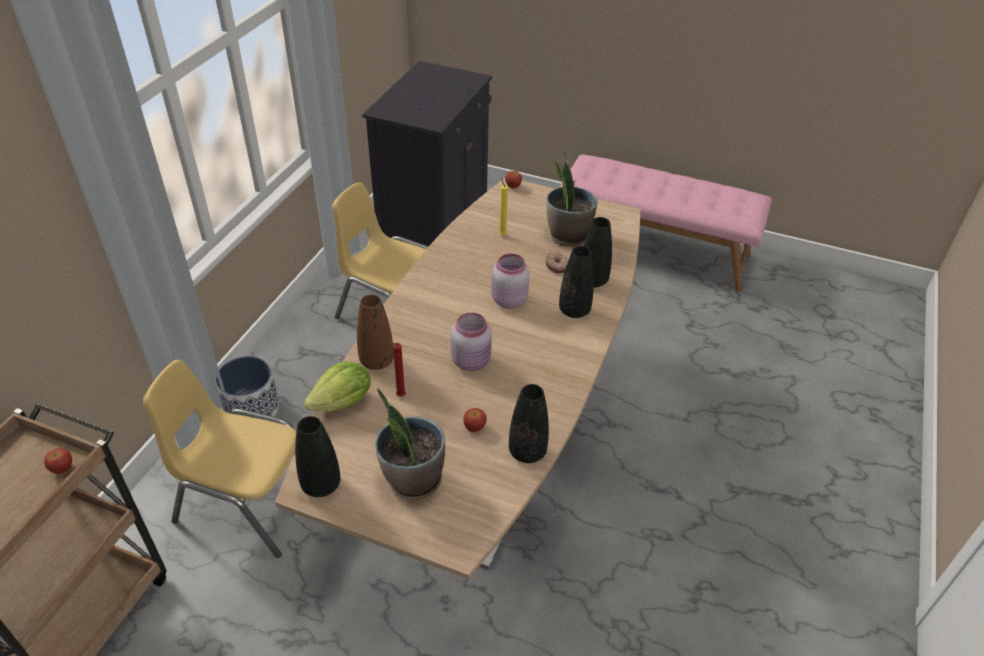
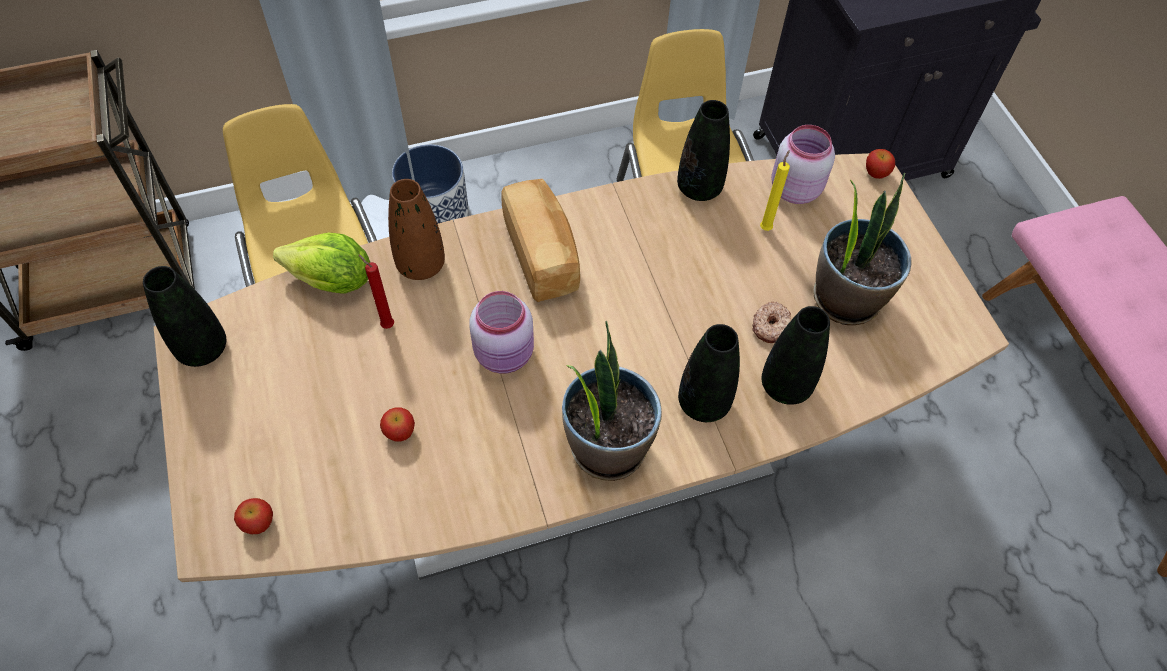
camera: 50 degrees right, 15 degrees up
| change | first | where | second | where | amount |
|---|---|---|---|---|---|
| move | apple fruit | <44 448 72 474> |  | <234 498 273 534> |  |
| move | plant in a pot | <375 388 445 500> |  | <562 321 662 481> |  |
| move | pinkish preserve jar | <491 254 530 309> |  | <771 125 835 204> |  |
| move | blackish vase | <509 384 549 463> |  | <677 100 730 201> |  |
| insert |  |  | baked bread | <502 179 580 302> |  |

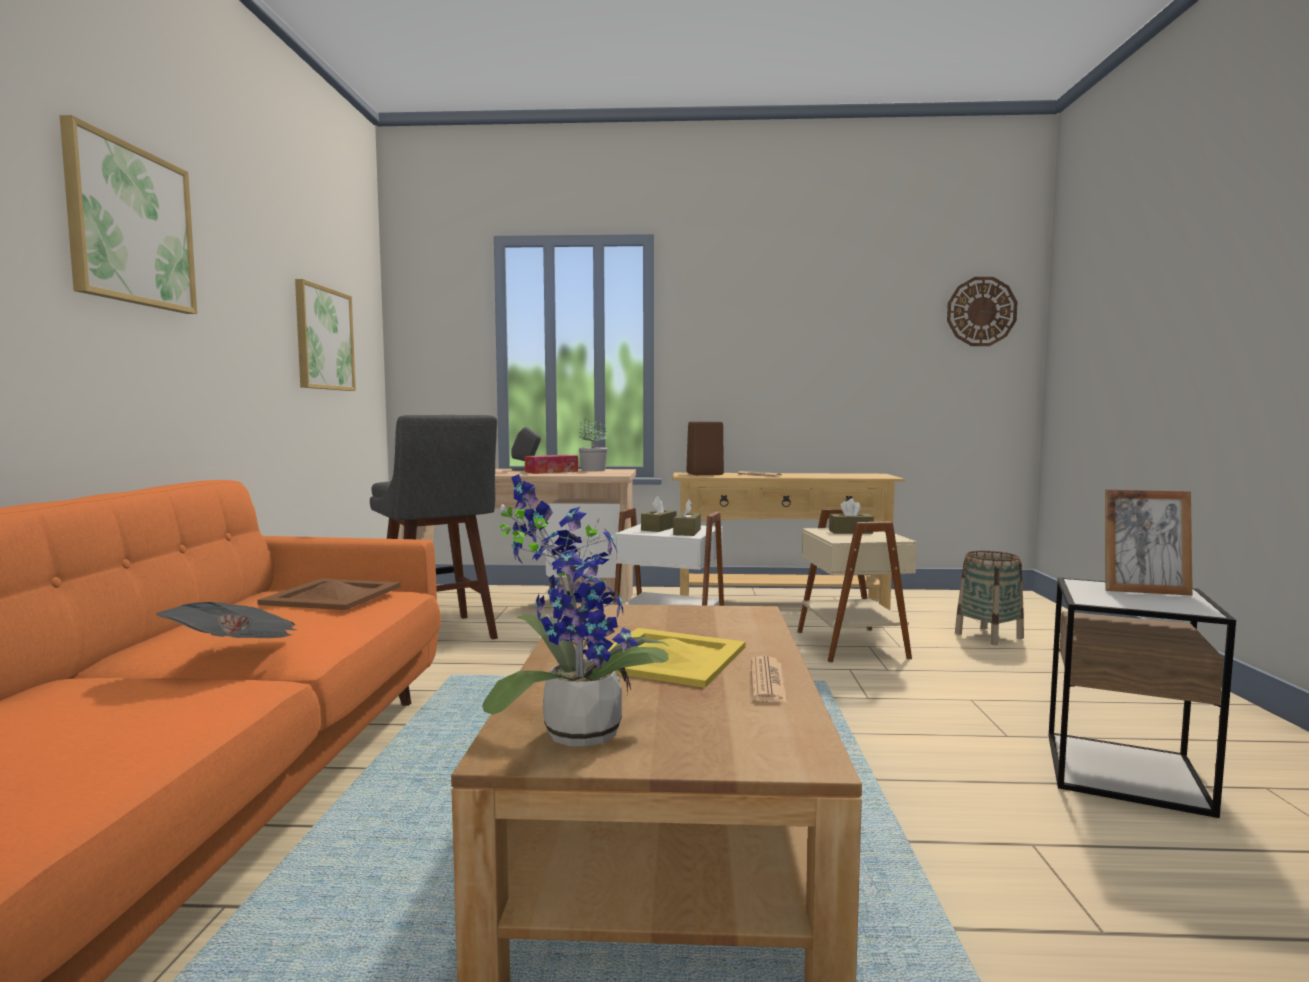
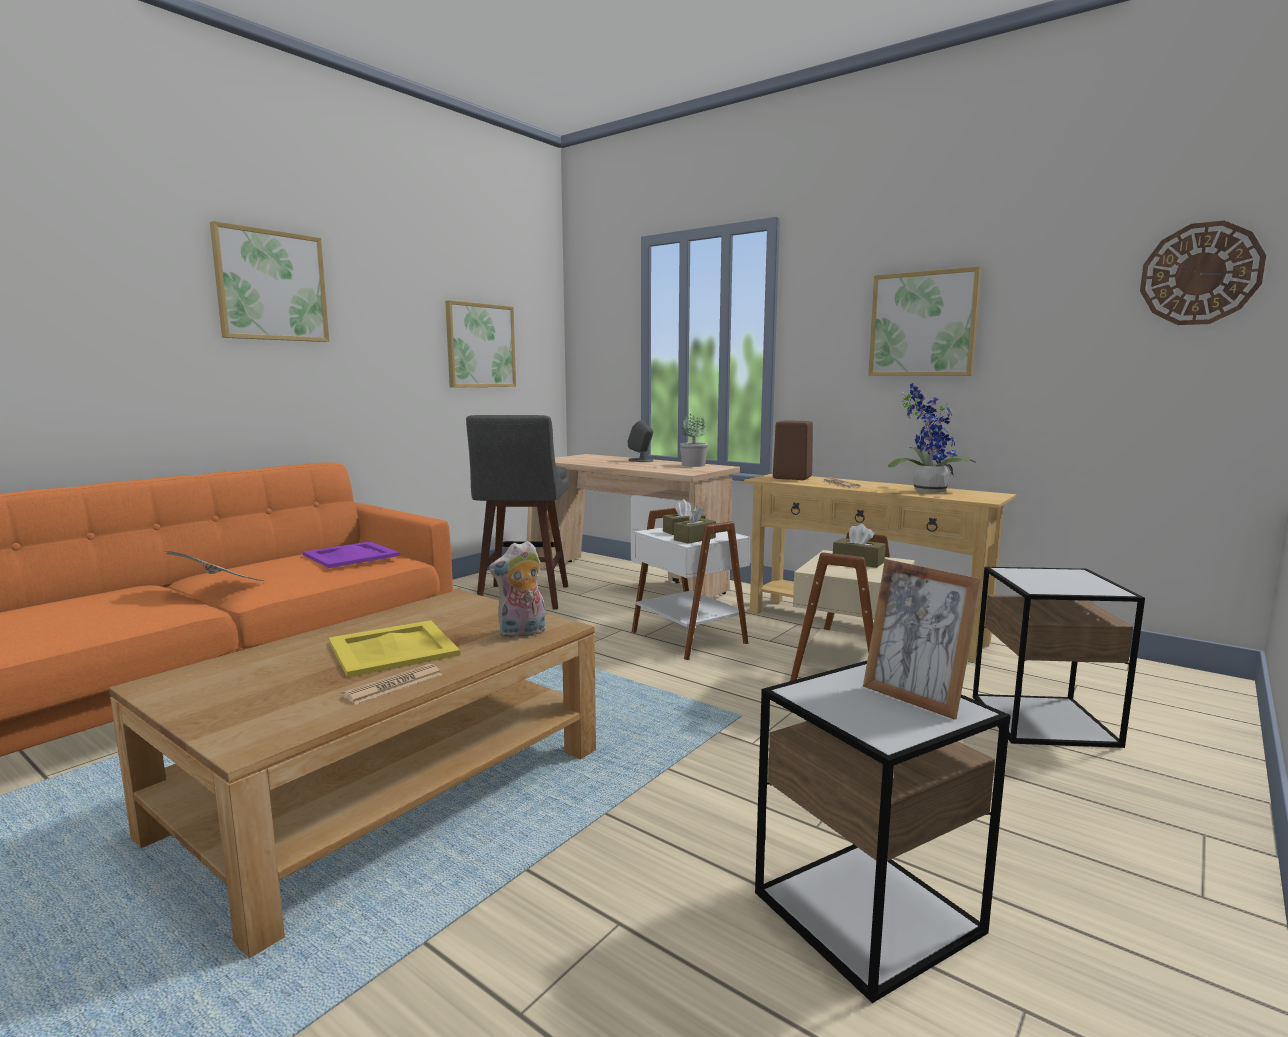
camera: 35 degrees right, 5 degrees up
| change | first | where | second | where | amount |
|---|---|---|---|---|---|
| recolor | brownish carrying tray | <257 578 401 610> | purplish carrying tray | <303 541 400 568> |  |
| move | plant in a pot | <482 474 669 746> |  | <888 383 975 493> |  |
| delete | tissue holder | <525 455 578 474> |  |  |  |
| replace | basket | <955 551 1024 645> | accent table | <973 567 1145 748> |  |
| insert |  |  | soft toy | <489 540 545 638> |  |
| insert |  |  | picture | <868 267 981 376> |  |

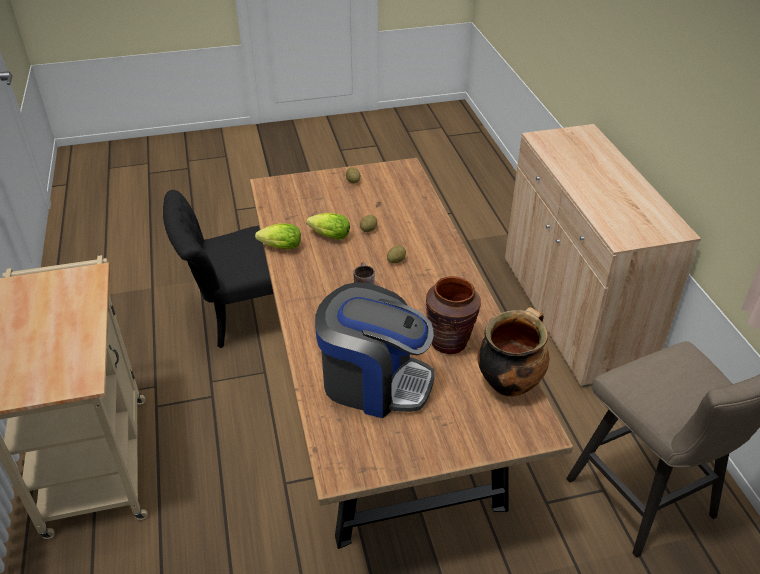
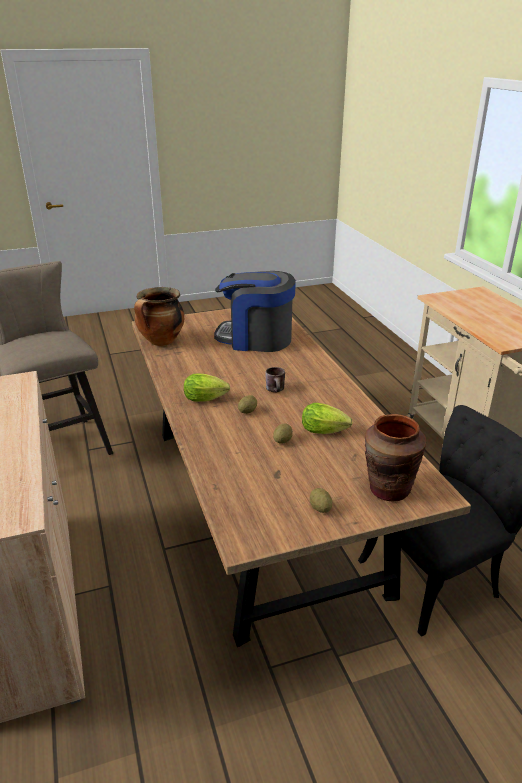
camera: 175 degrees right, 10 degrees down
| change | first | where | second | where | amount |
|---|---|---|---|---|---|
| move | lettuce head | <255 224 301 249> |  | <184 373 230 402> |  |
| move | brownish vase | <426 276 481 354> |  | <365 414 426 502> |  |

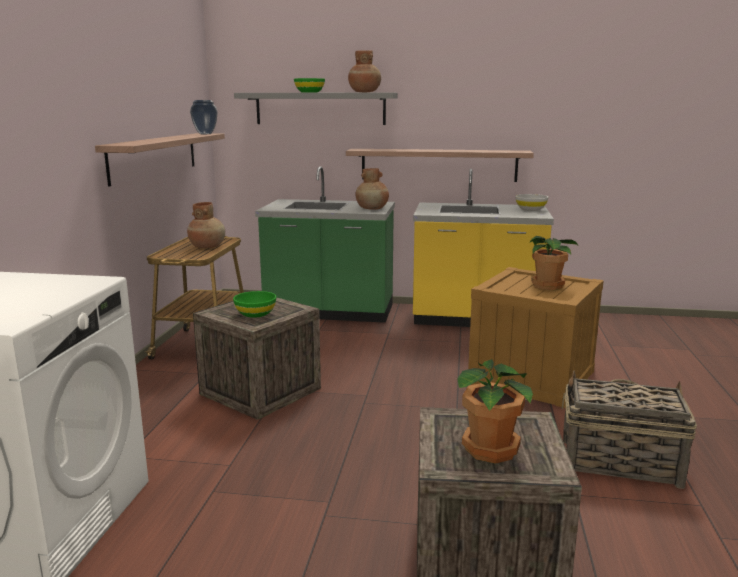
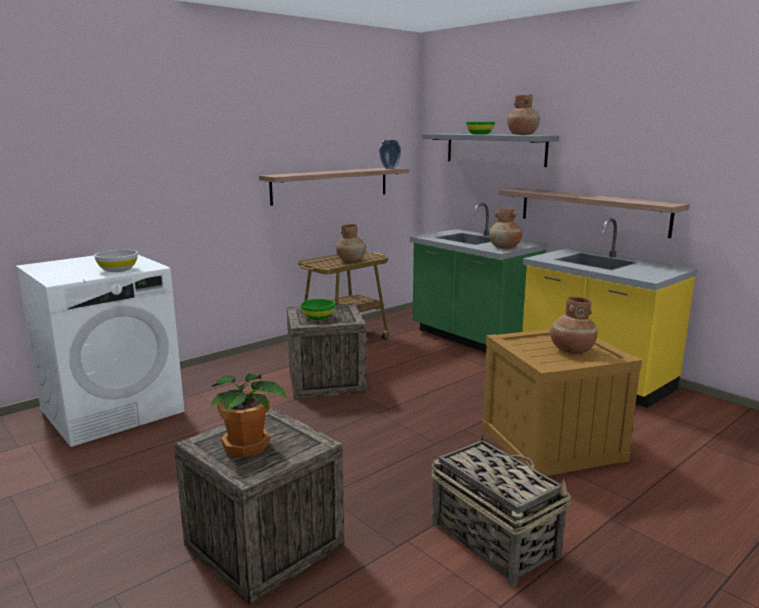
camera: 40 degrees right, 0 degrees up
| change | first | where | second | where | amount |
|---|---|---|---|---|---|
| move | white-coloured serving bowl | <516 194 548 211> |  | <94 250 138 272> |  |
| replace | plant in a pot | <530 236 578 290> | brownish vase | <550 297 597 354> |  |

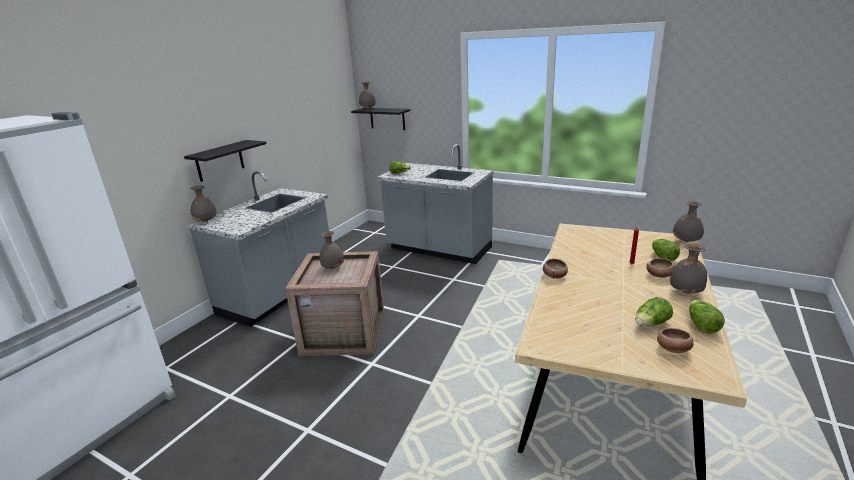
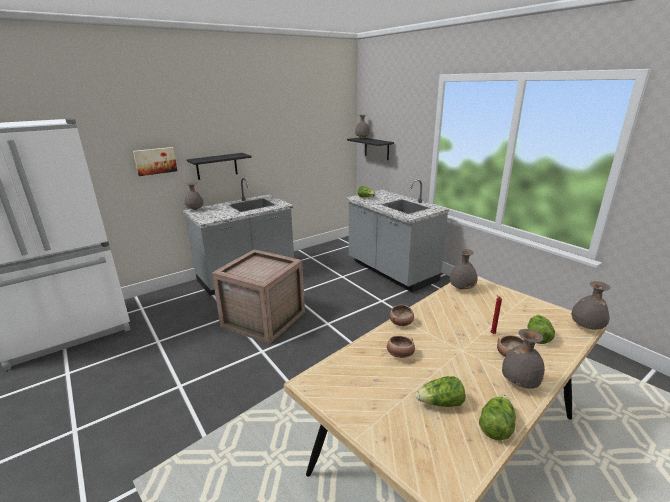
camera: 25 degrees right, 0 degrees up
| change | first | where | second | where | amount |
|---|---|---|---|---|---|
| move | gray vase | <319 231 344 269> |  | <450 249 478 290> |  |
| move | serving bowl | <657 328 694 353> |  | <387 336 415 358> |  |
| insert |  |  | picture | <133 147 177 176> |  |

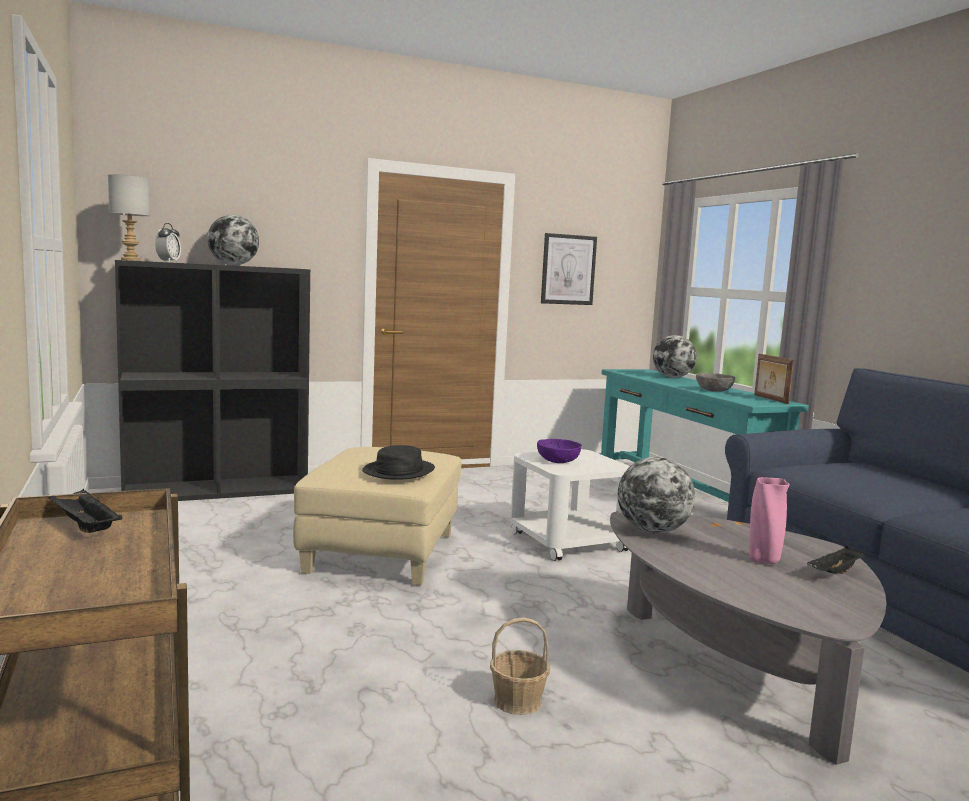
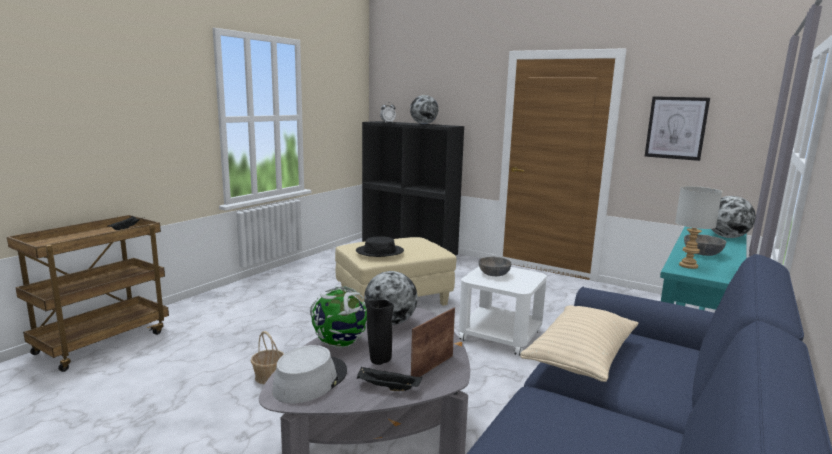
camera: 55 degrees right, 5 degrees up
| change | first | where | second | where | amount |
|---|---|---|---|---|---|
| move | gray table lamp | <108 174 150 261> |  | <675 186 722 269> |  |
| recolor | purplish serving bowl | <537 439 582 463> | gray serving bowl | <478 256 512 276> |  |
| recolor | pinkish vase | <749 477 790 564> | blackish vase | <367 299 394 365> |  |
| move | picture frame | <754 354 794 404> |  | <411 308 455 377> |  |
| insert |  |  | gray clothing hat | <272 345 347 404> |  |
| insert |  |  | desk globe | <310 286 367 348> |  |
| insert |  |  | beige-coloured throw pillow | <520 305 639 382> |  |

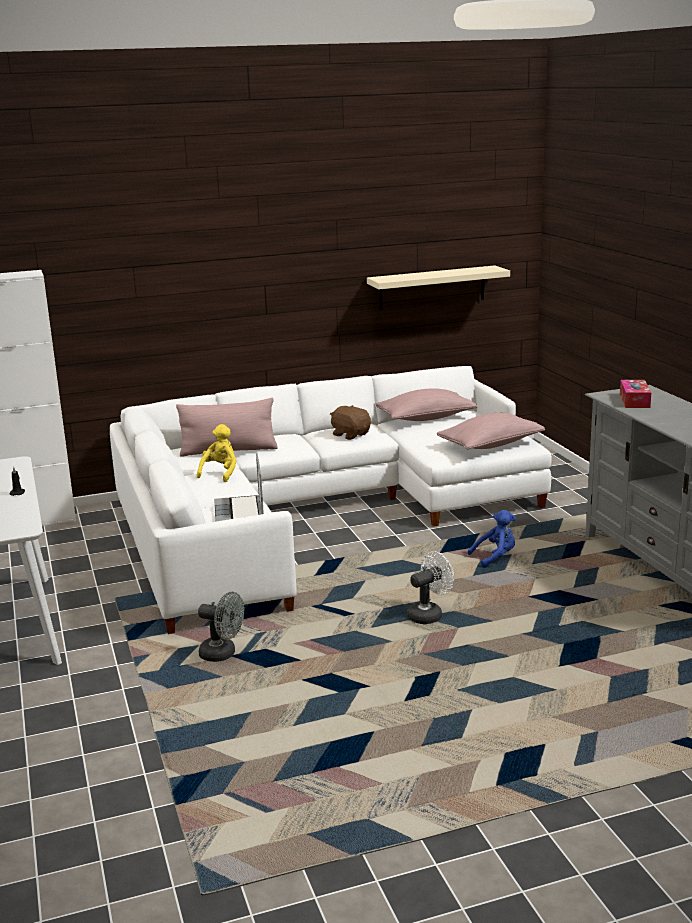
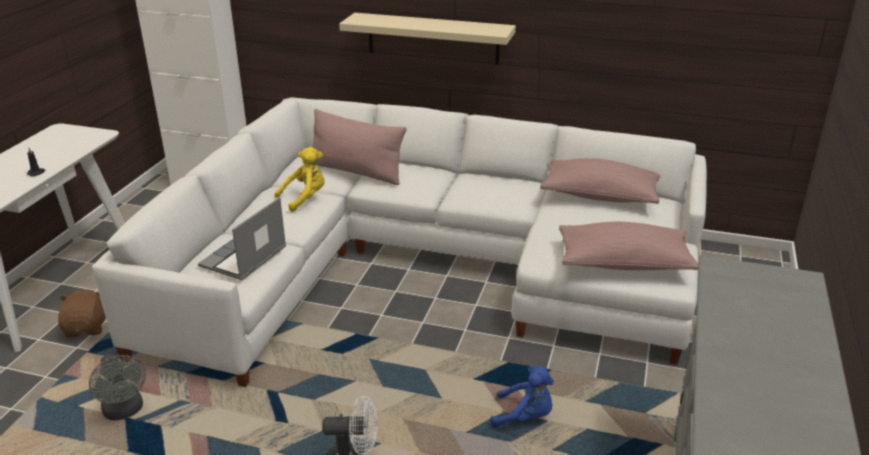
camera: 35 degrees right, 10 degrees up
| change | first | where | second | where | amount |
|---|---|---|---|---|---|
| move | brownish soft toy | <330 405 371 440> |  | <58 290 106 338> |  |
| move | beige-coloured wall shelf | <367 265 510 310> |  | <339 13 516 65> |  |
| delete | tissue holder | <620 380 651 408> |  |  |  |

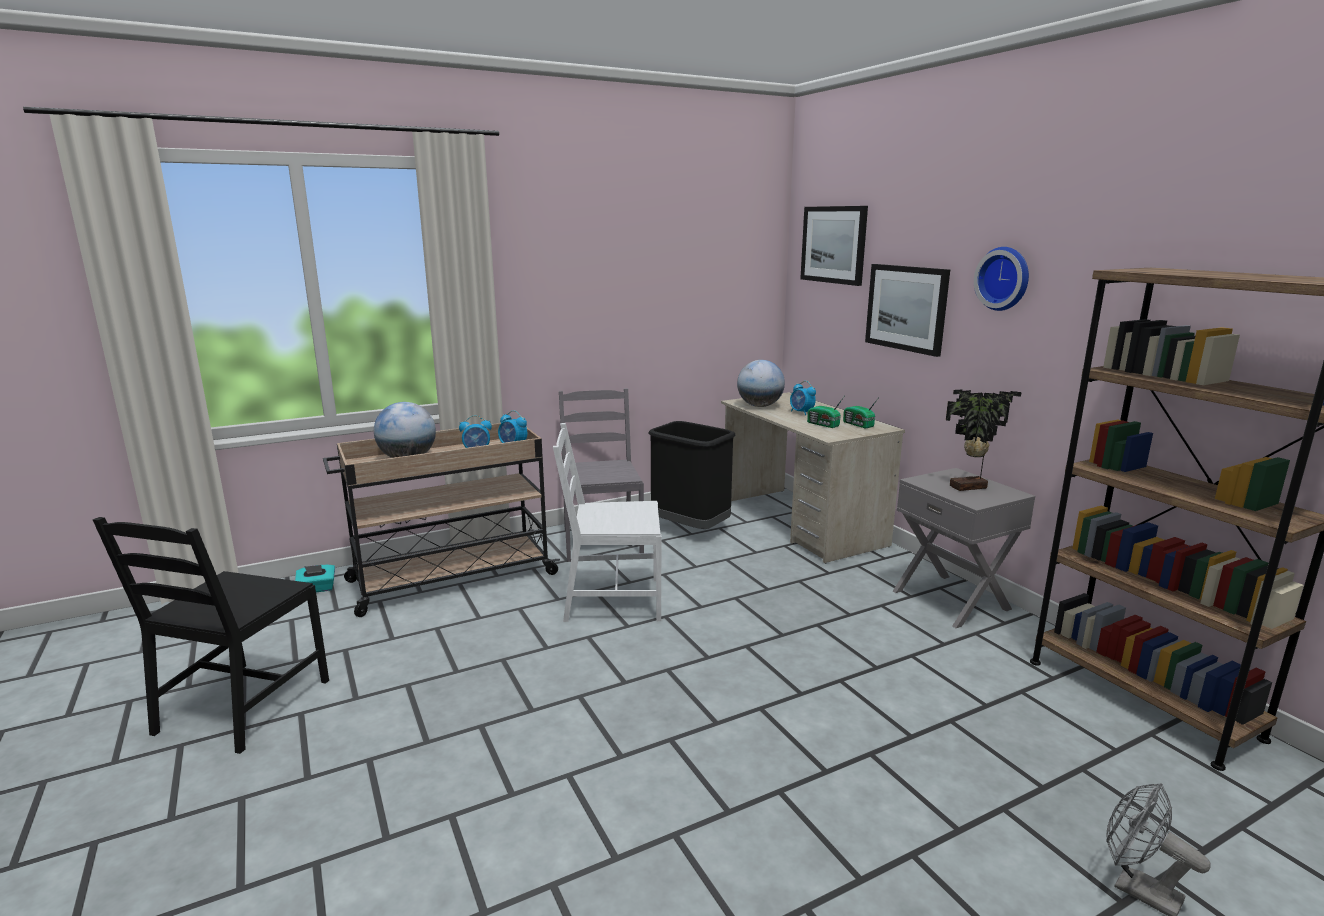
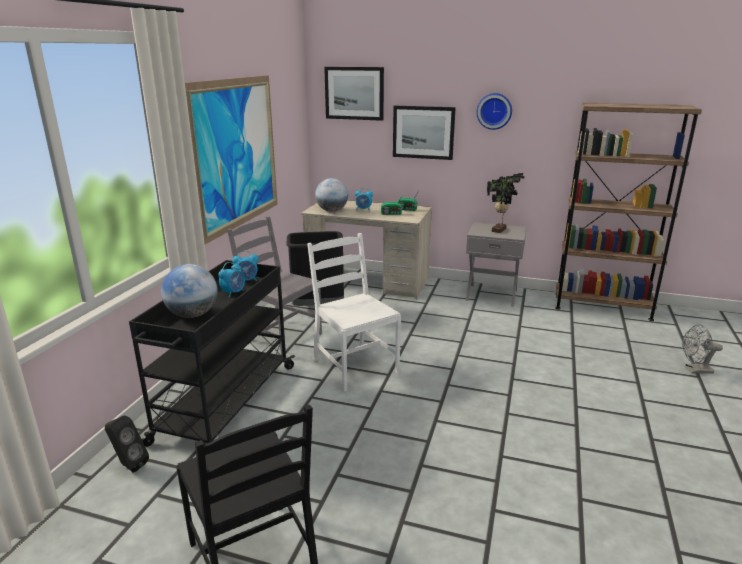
camera: 45 degrees left, 5 degrees up
| change | first | where | second | where | amount |
|---|---|---|---|---|---|
| replace | blue-green tissue holder | <295 565 335 592> | blackish speaker | <105 415 149 473> |  |
| recolor | beige-coloured cart | <323 423 560 617> | blackish cart | <129 260 295 447> |  |
| rotate | white-coloured chair | <553 423 661 622> |  | <307 233 401 392> | 105 degrees clockwise |
| insert |  |  | picture | <185 75 278 244> |  |

